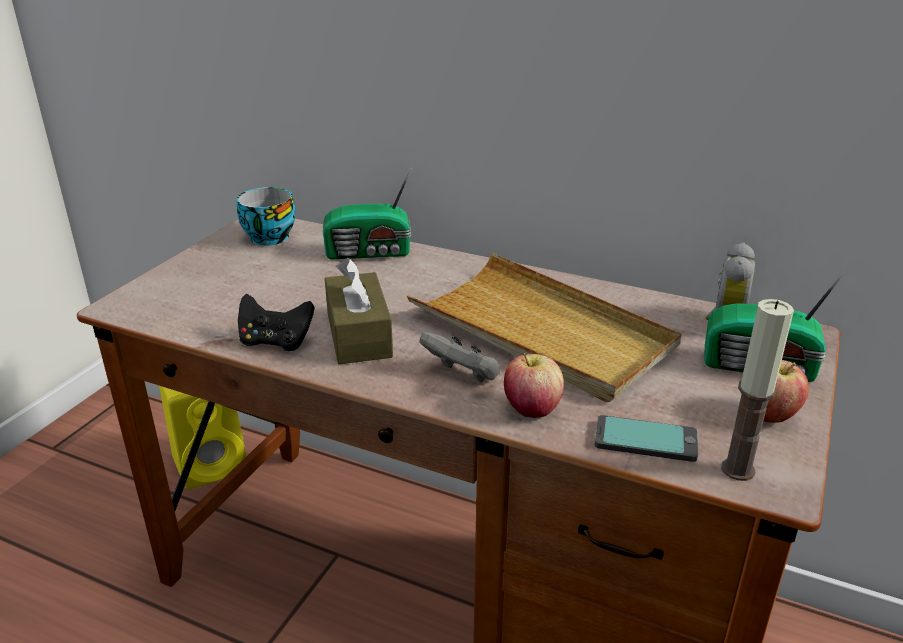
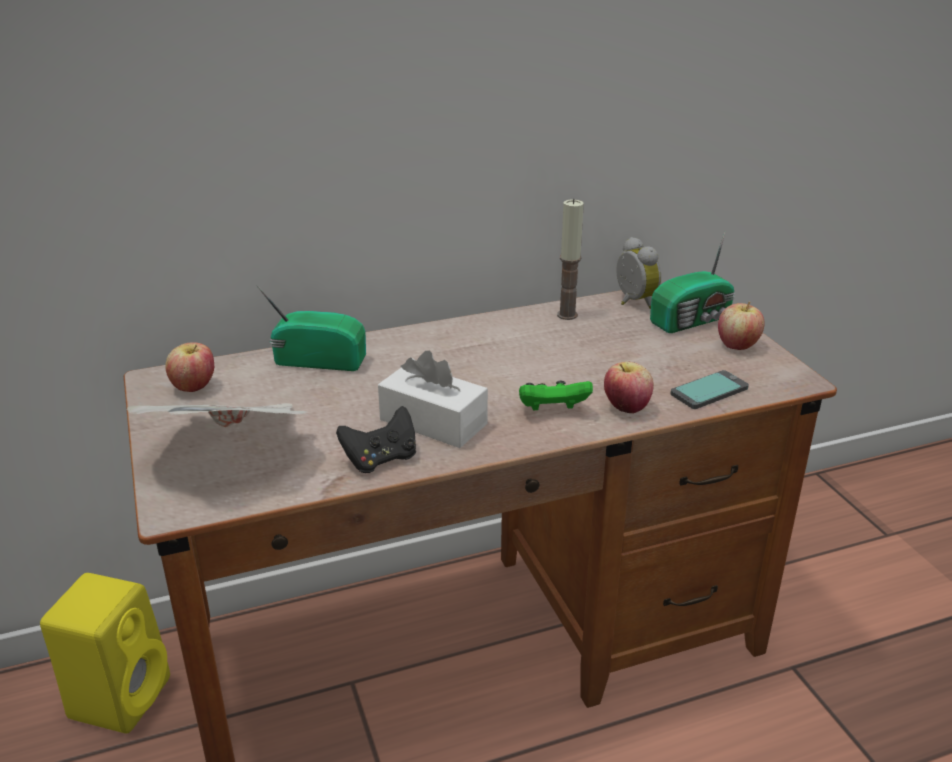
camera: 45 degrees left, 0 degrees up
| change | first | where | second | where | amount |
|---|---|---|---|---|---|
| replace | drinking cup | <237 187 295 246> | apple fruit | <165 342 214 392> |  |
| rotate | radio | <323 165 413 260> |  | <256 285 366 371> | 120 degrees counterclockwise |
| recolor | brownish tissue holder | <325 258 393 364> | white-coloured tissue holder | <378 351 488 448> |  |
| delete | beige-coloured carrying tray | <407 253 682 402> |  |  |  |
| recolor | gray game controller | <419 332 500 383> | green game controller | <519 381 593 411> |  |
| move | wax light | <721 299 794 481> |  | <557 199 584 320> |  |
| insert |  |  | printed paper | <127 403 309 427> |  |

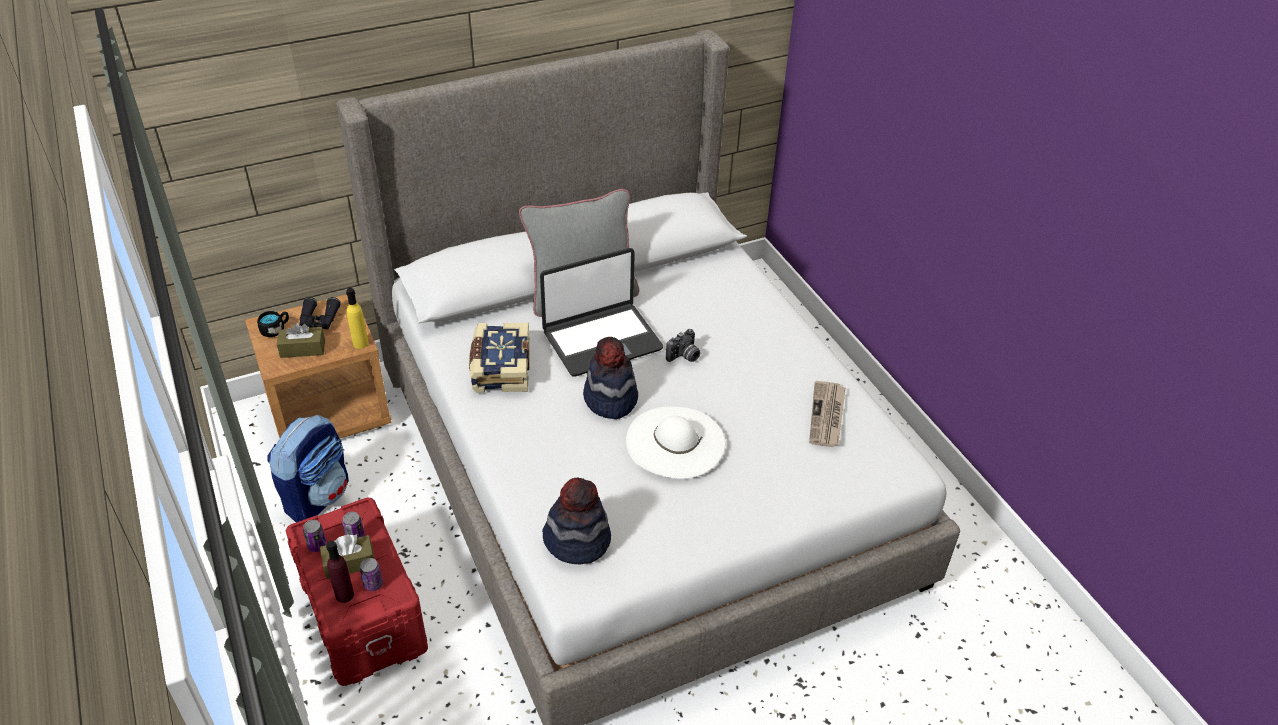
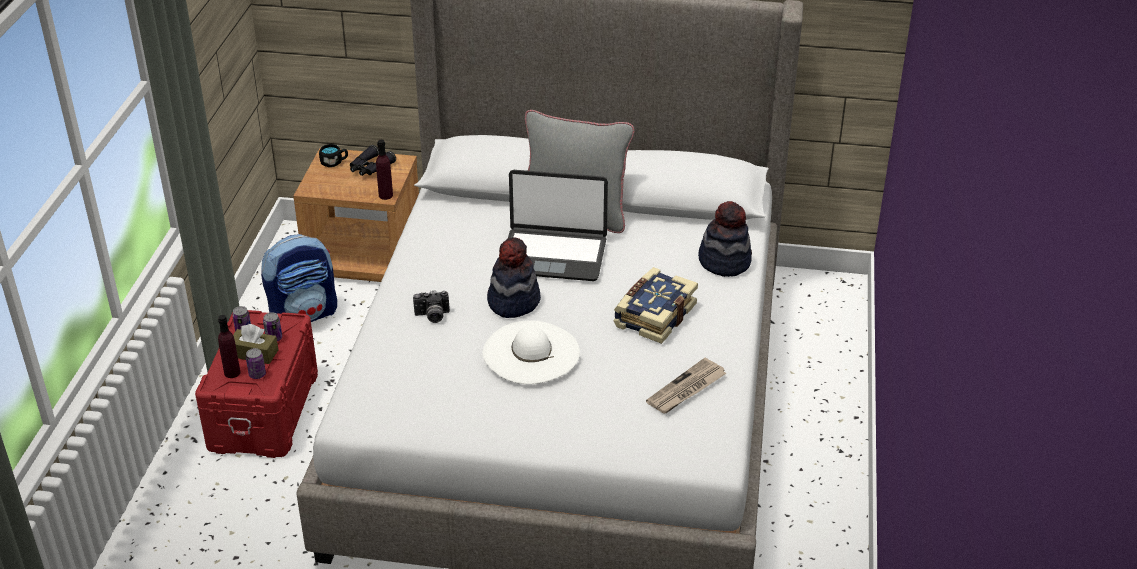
camera: 35 degrees right, 5 degrees down
| change | first | where | second | where | amount |
|---|---|---|---|---|---|
| delete | brownish tissue holder | <277 323 325 358> |  |  |  |
| recolor | yellow drink bottle | <346 288 369 349> | purplish drink bottle | <376 140 393 200> |  |
| move | volume | <469 323 530 393> |  | <614 267 698 344> |  |
| move | clothing hat | <542 478 611 564> |  | <698 201 752 277> |  |
| move | still camera | <666 329 700 362> |  | <413 290 450 323> |  |

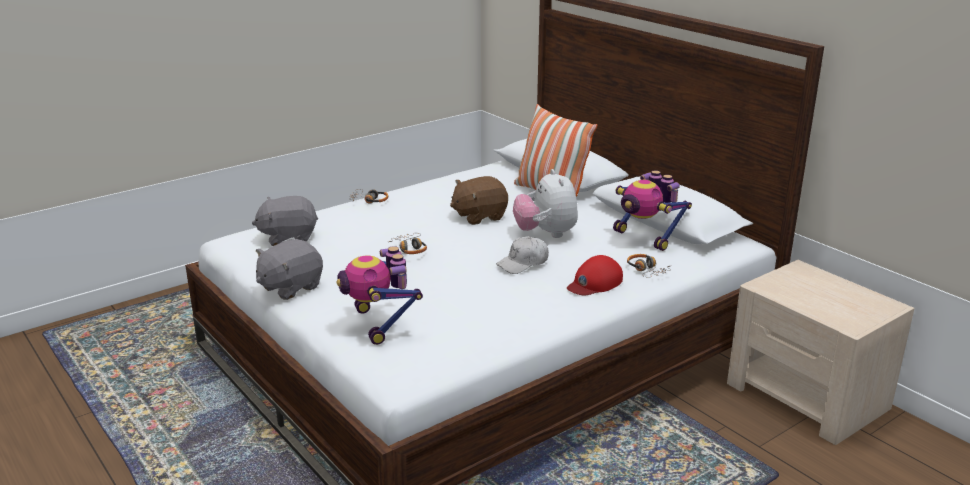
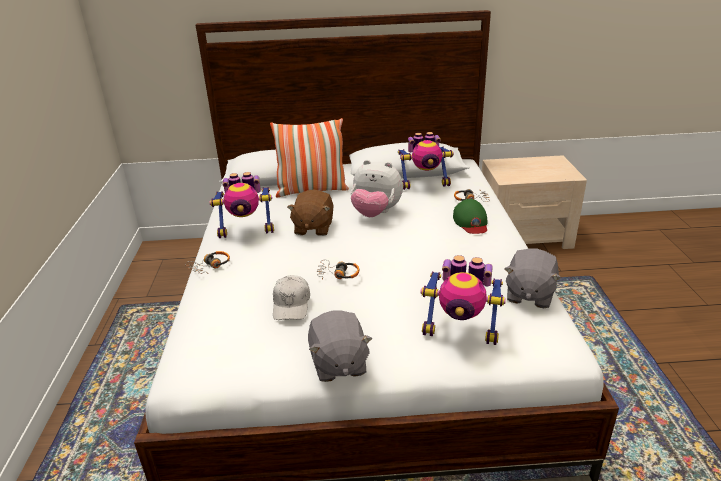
camera: 55 degrees left, 5 degrees up
| change | first | where | second | where | amount |
|---|---|---|---|---|---|
| move | gray soft toy | <252 196 318 246> |  | <505 248 561 308> |  |
| move | white-coloured cap | <496 236 549 274> |  | <273 275 310 320> |  |
| recolor | reddish cap | <567 255 623 296> | green cap | <453 199 488 234> |  |
| insert |  |  | robot figure | <210 172 274 238> |  |

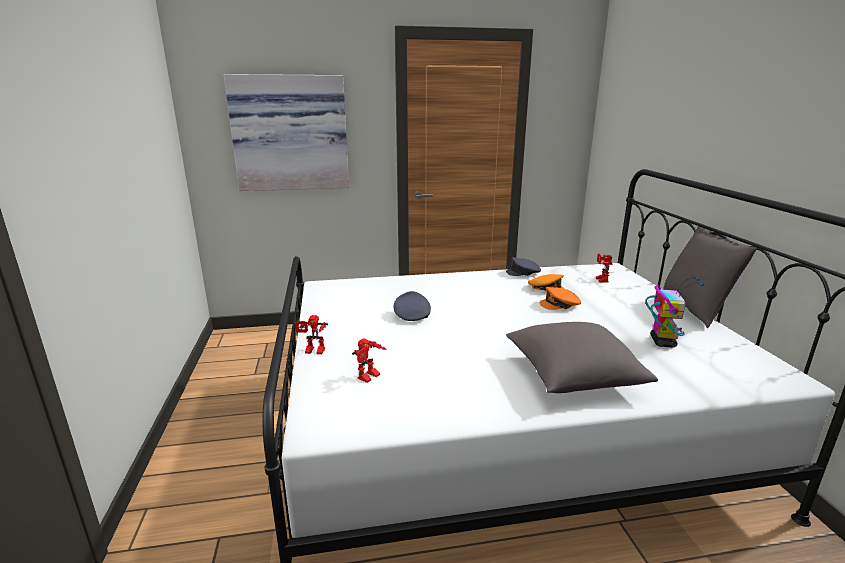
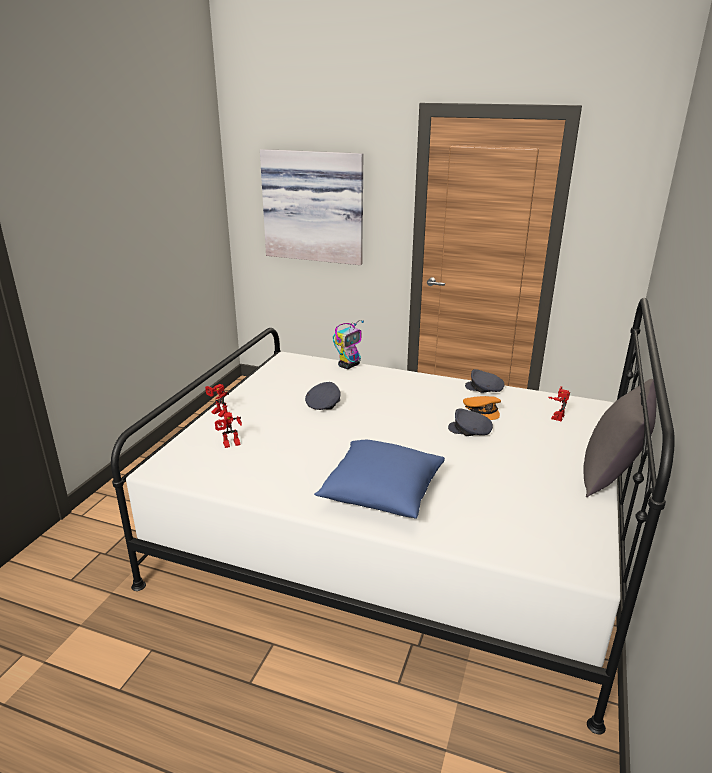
camera: 30 degrees right, 5 degrees up
| change | first | where | second | where | amount |
|---|---|---|---|---|---|
| recolor | gray throw pillow | <506 322 658 393> | blue-coloured throw pillow | <314 440 445 519> |  |
| recolor | orange cap | <540 287 581 310> | gray cap | <448 408 493 436> |  |
| move | robot figure | <645 277 704 347> |  | <333 320 364 369> |  |

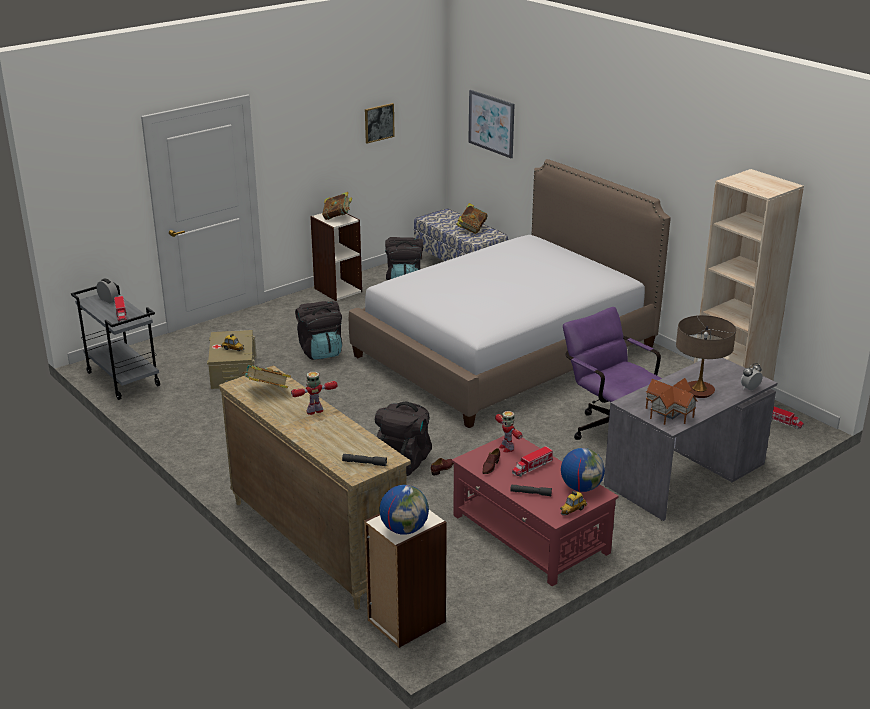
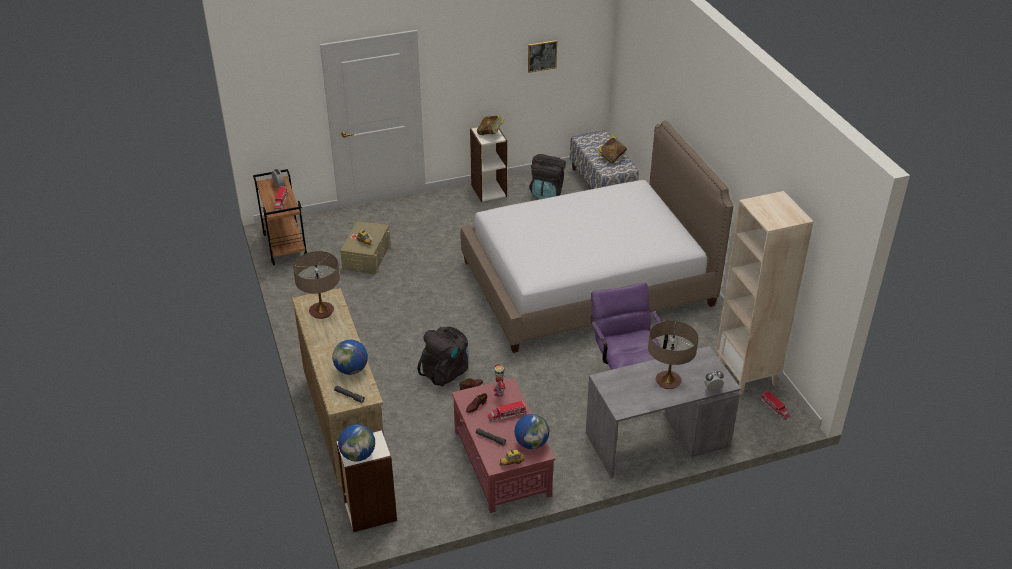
camera: 20 degrees right, 10 degrees up
| change | first | where | second | where | amount |
|---|---|---|---|---|---|
| recolor | gray cart | <71 281 160 400> | brownish cart | <253 169 307 265> |  |
| replace | volume | <242 365 291 388> | table lamp | <293 251 340 319> |  |
| delete | robot figure | <291 372 338 415> |  |  |  |
| delete | blackish knapsack | <295 301 342 360> |  |  |  |
| delete | picture | <468 90 515 158> |  |  |  |
| delete | toy house | <646 378 697 425> |  |  |  |
| insert |  |  | desk globe | <332 340 368 375> |  |

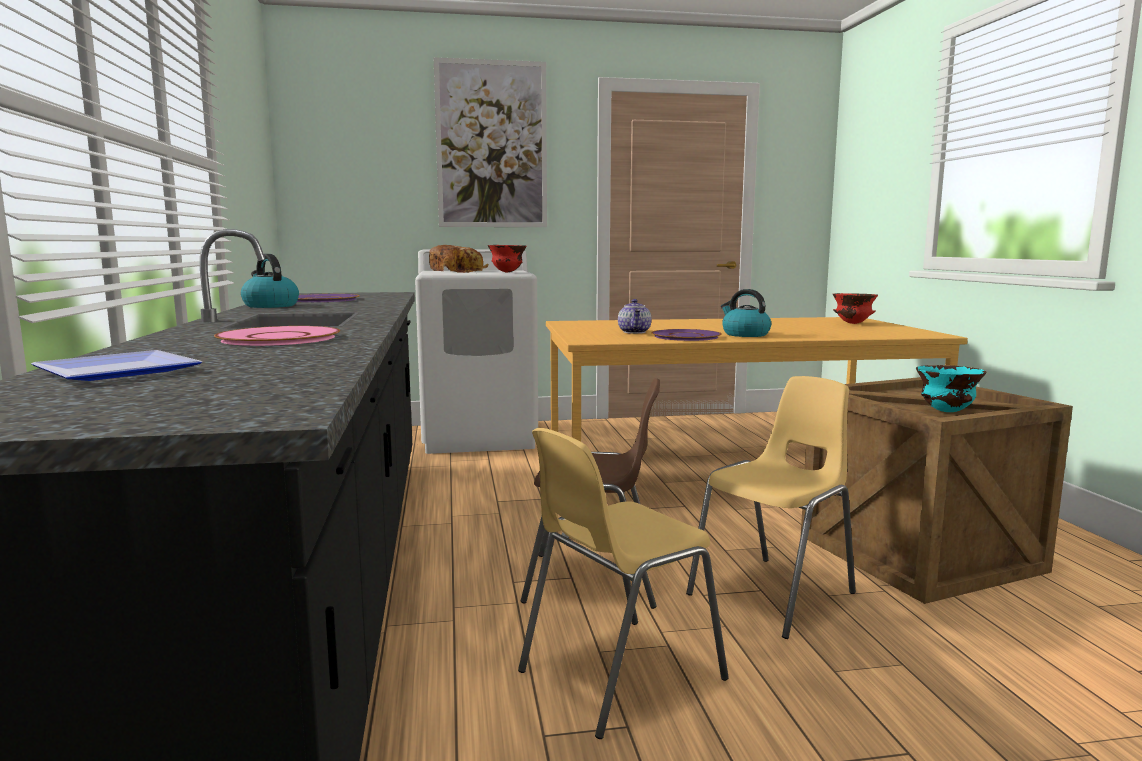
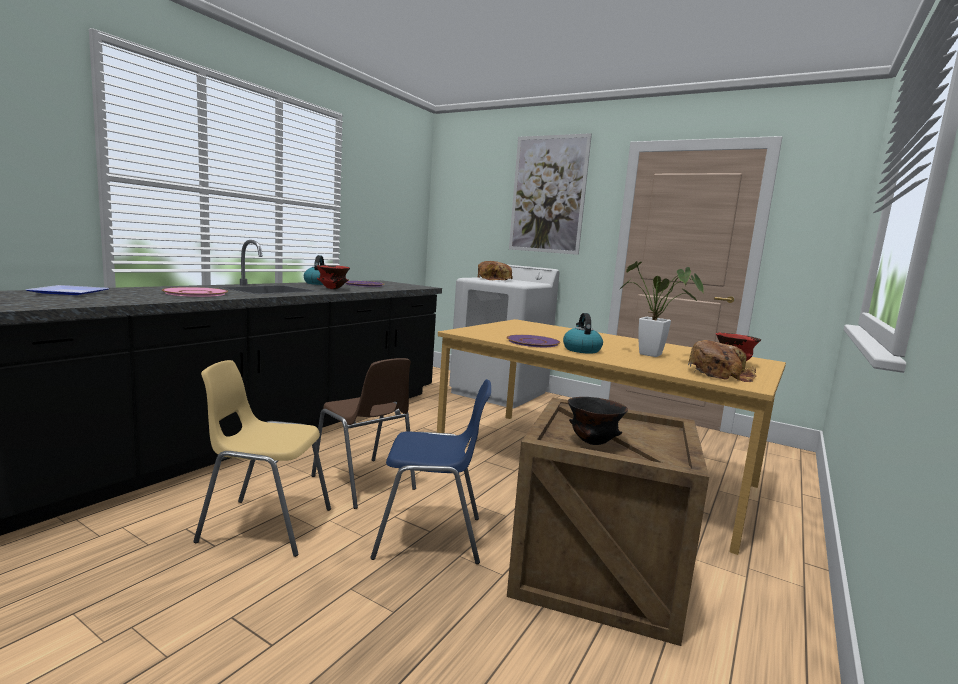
camera: 40 degrees right, 0 degrees up
| change | first | where | second | where | amount |
|---|---|---|---|---|---|
| move | reddish serving bowl | <488 245 527 273> |  | <316 265 350 289> |  |
| delete | pot for tea | <618 299 651 334> |  |  |  |
| recolor | yellow chair | <686 376 856 639> | blue-coloured chair | <370 379 491 564> |  |
| recolor | blue-green serving bowl | <916 365 987 412> | blackish serving bowl | <568 397 628 445> |  |
| insert |  |  | plant in a pot | <618 261 704 357> |  |
| insert |  |  | baked bread | <688 340 756 382> |  |

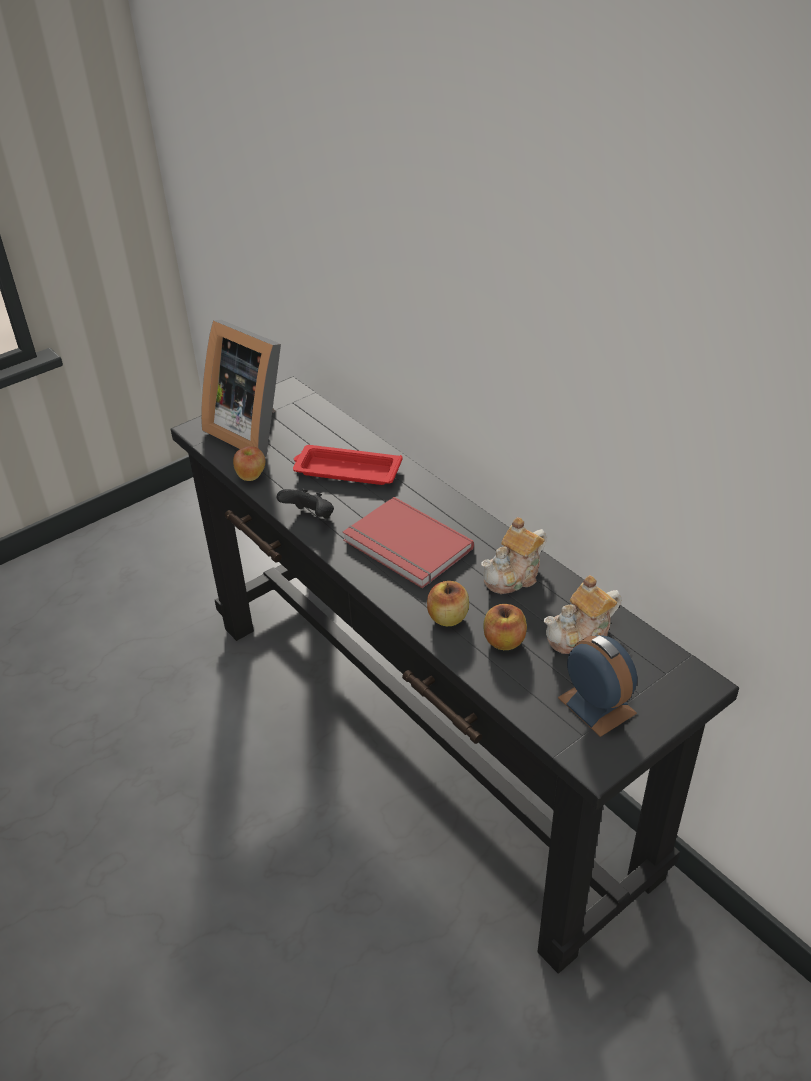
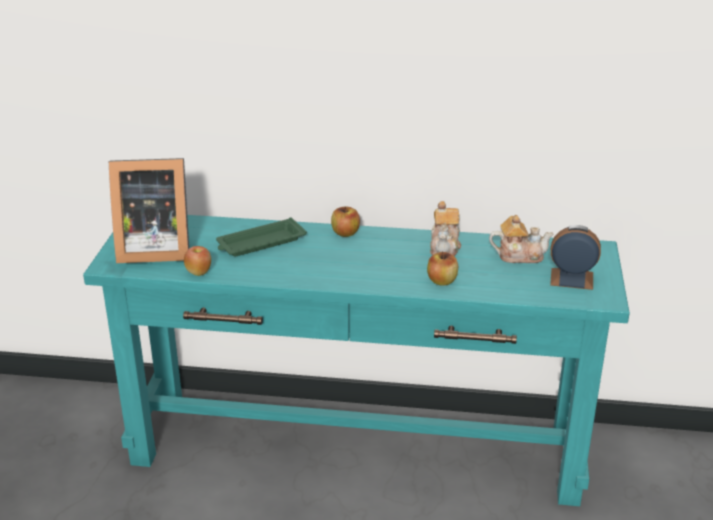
camera: 45 degrees left, 10 degrees down
| change | first | where | second | where | amount |
|---|---|---|---|---|---|
| recolor | blackish narrow table | <171 377 739 974> | blue-green narrow table | <83 215 630 506> |  |
| delete | blackish game controller | <277 489 334 518> |  |  |  |
| recolor | reddish carrying tray | <293 445 403 485> | green carrying tray | <216 218 307 257> |  |
| delete | reddish volume | <343 497 474 588> |  |  |  |
| move | apple fruit | <483 604 527 650> |  | <331 206 360 237> |  |
| rotate | pot for tea | <544 575 621 654> |  | <489 215 554 263> | 105 degrees counterclockwise |

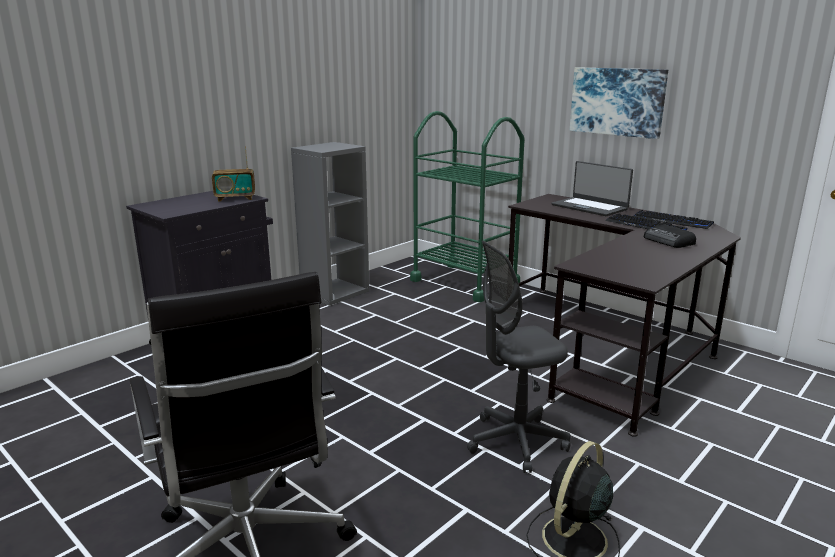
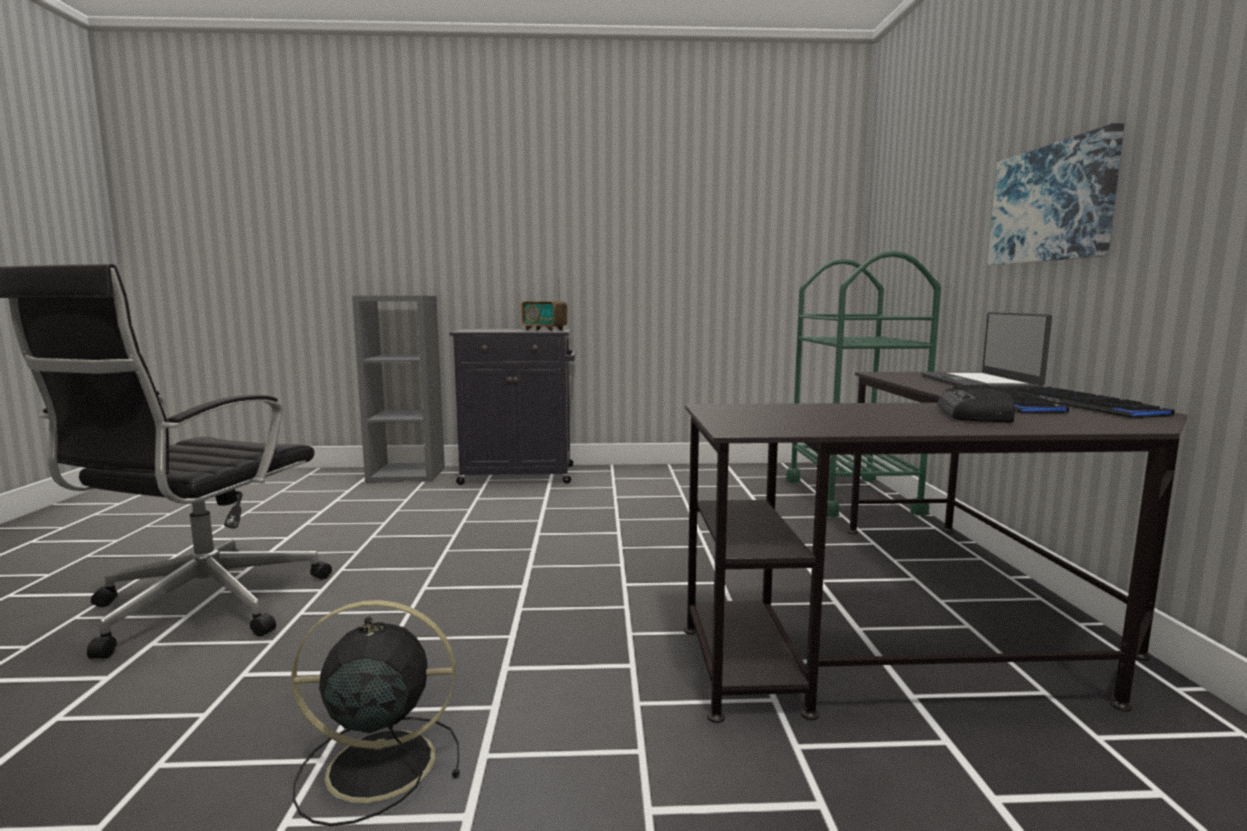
camera: 45 degrees right, 10 degrees down
| change | first | where | second | where | amount |
|---|---|---|---|---|---|
| move | gray shelving unit | <291 142 369 306> |  | <352 295 445 482> |  |
| delete | gray desk chair | <467 240 570 473> |  |  |  |

